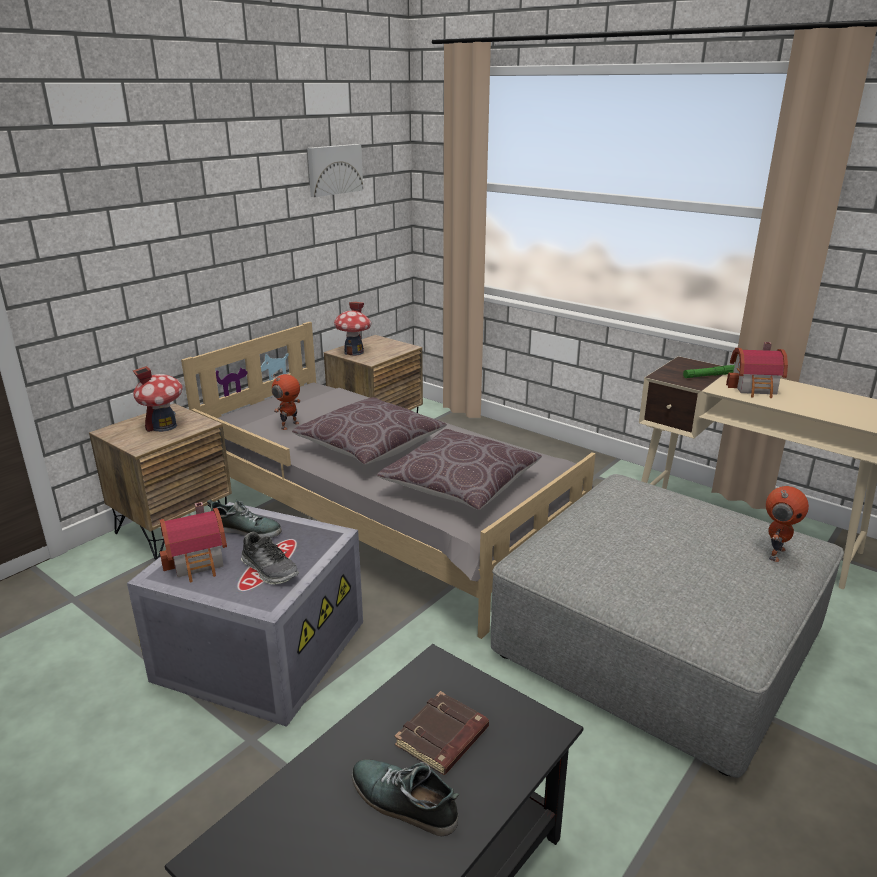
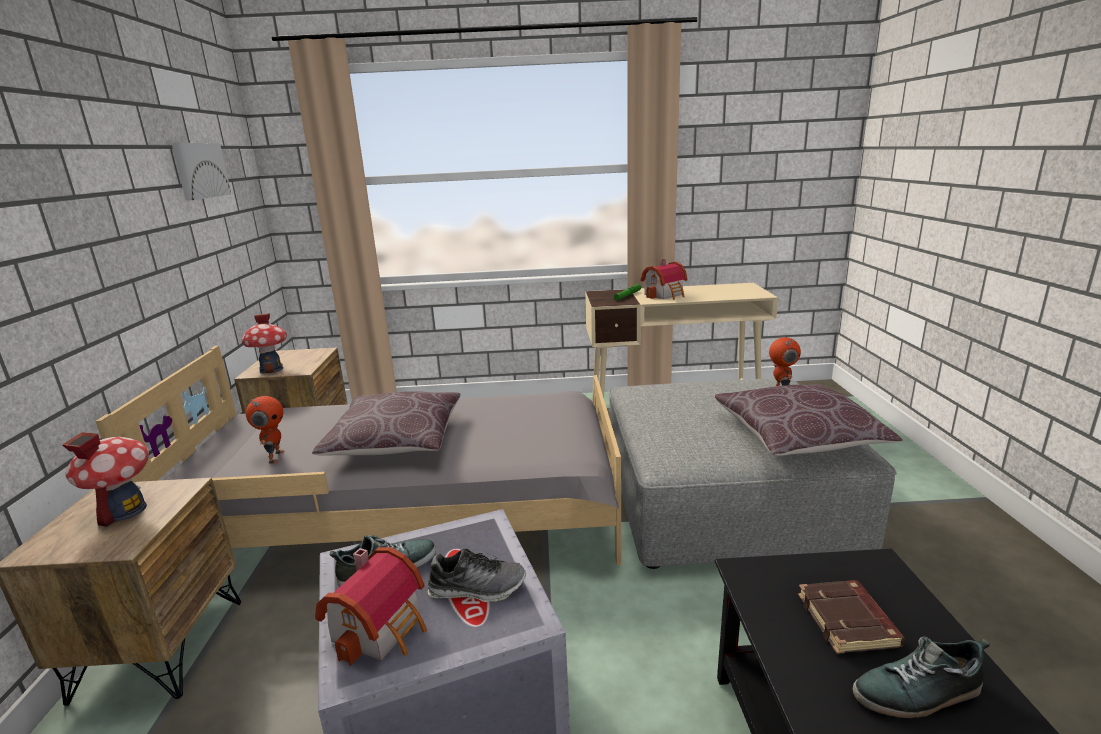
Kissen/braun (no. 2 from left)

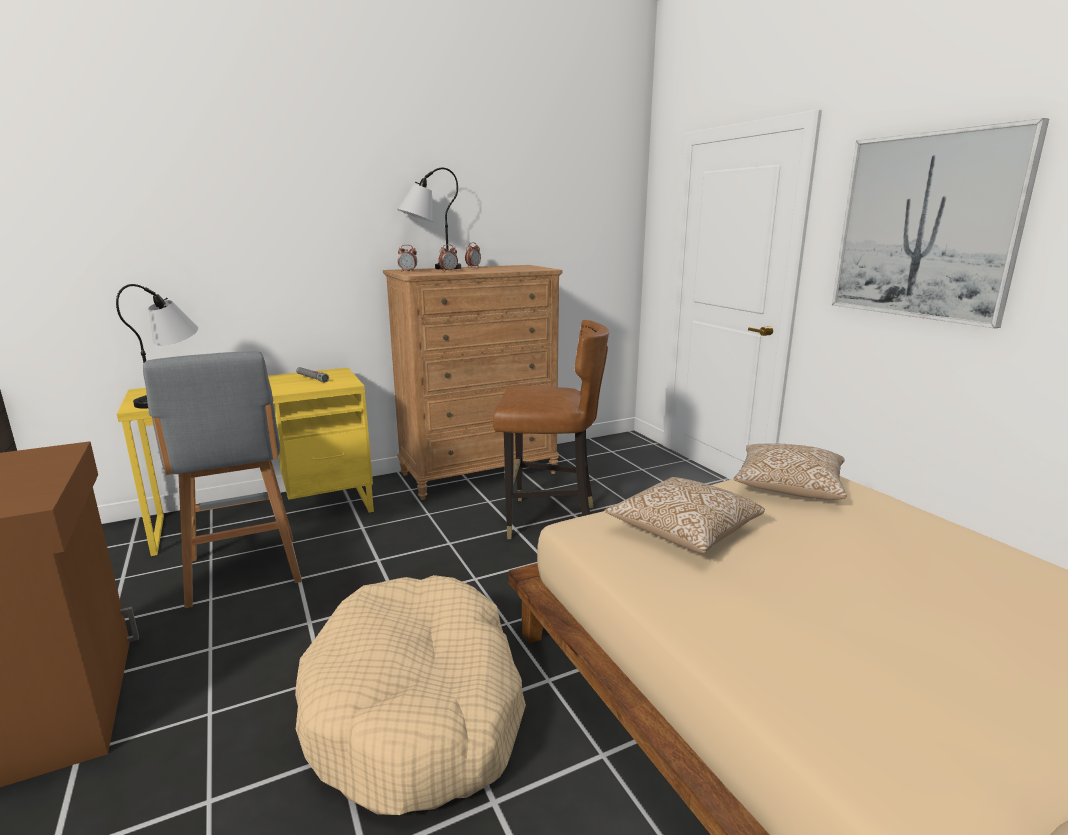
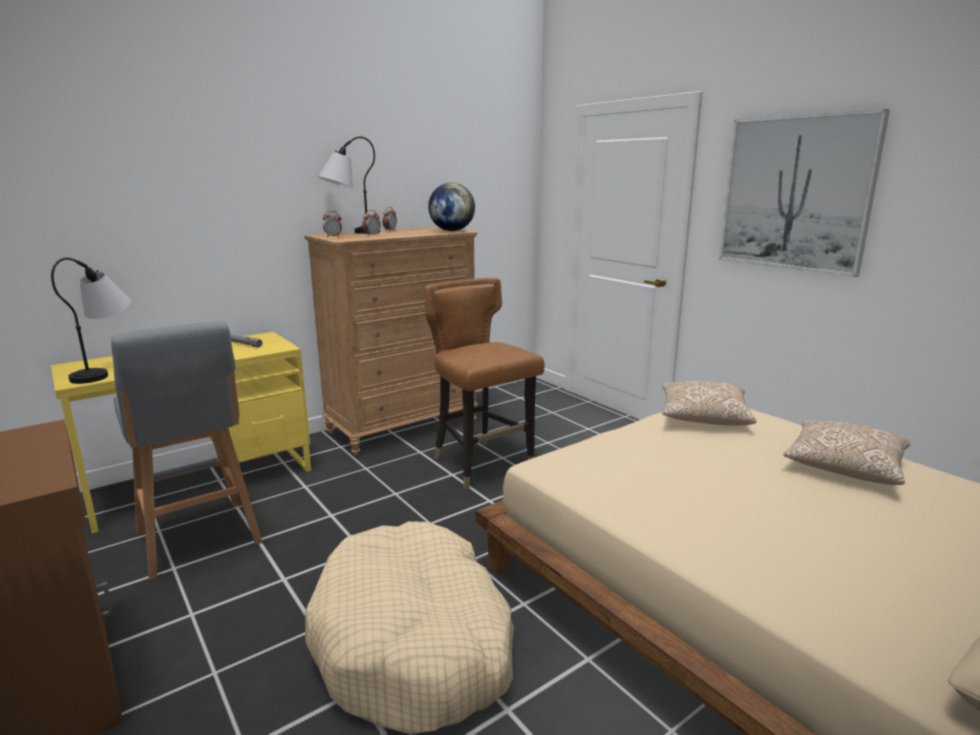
Stuhl/braun
Kissen (no. 2 from left)
Globus

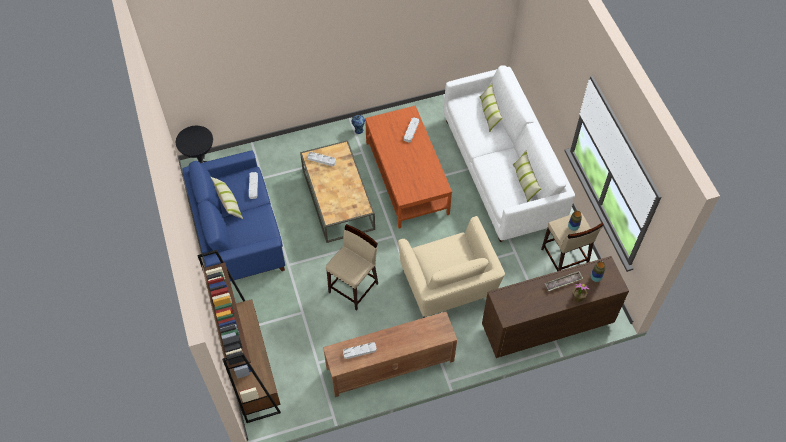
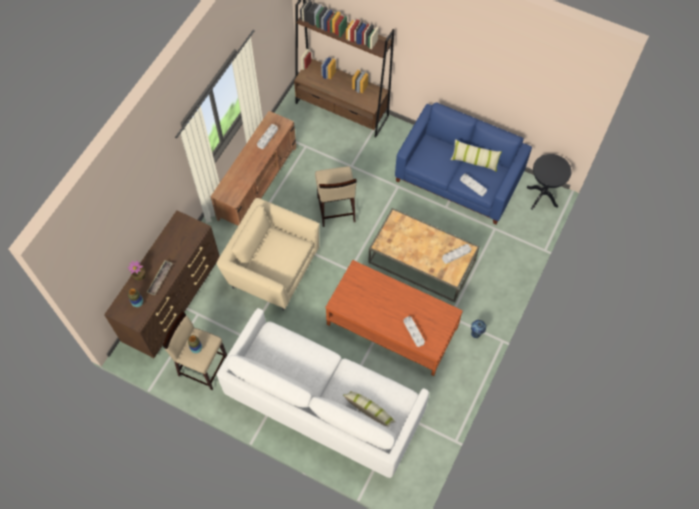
Kissen (no. 3 from left in the first image)

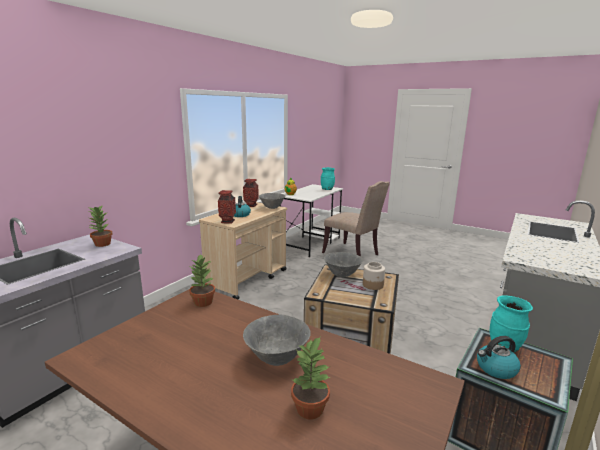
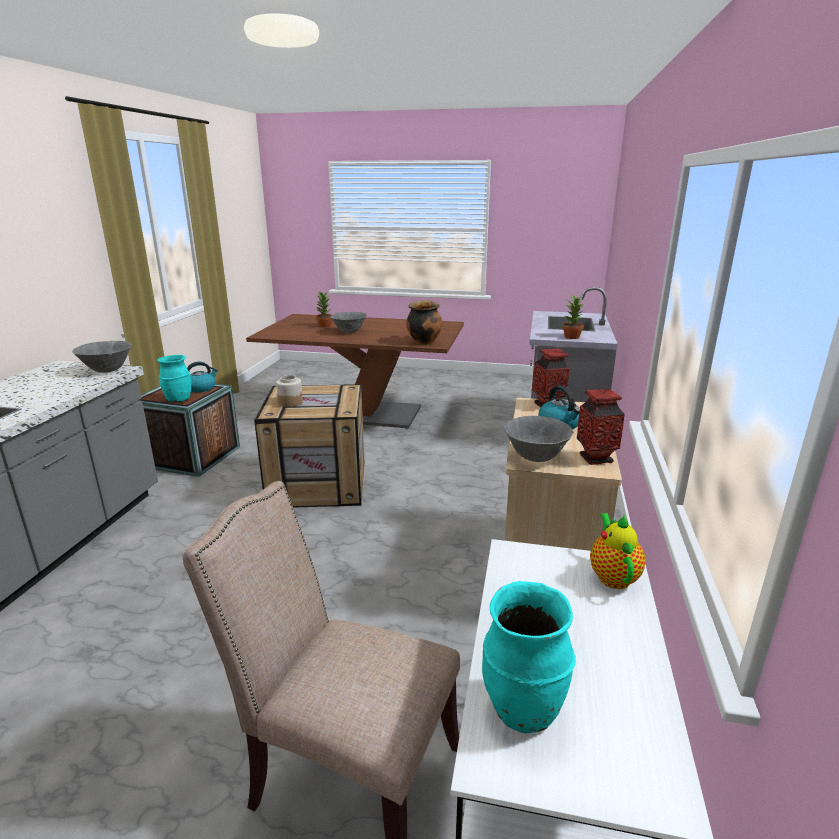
Kochtopf
Schüssel/grau (no. 1 from left)

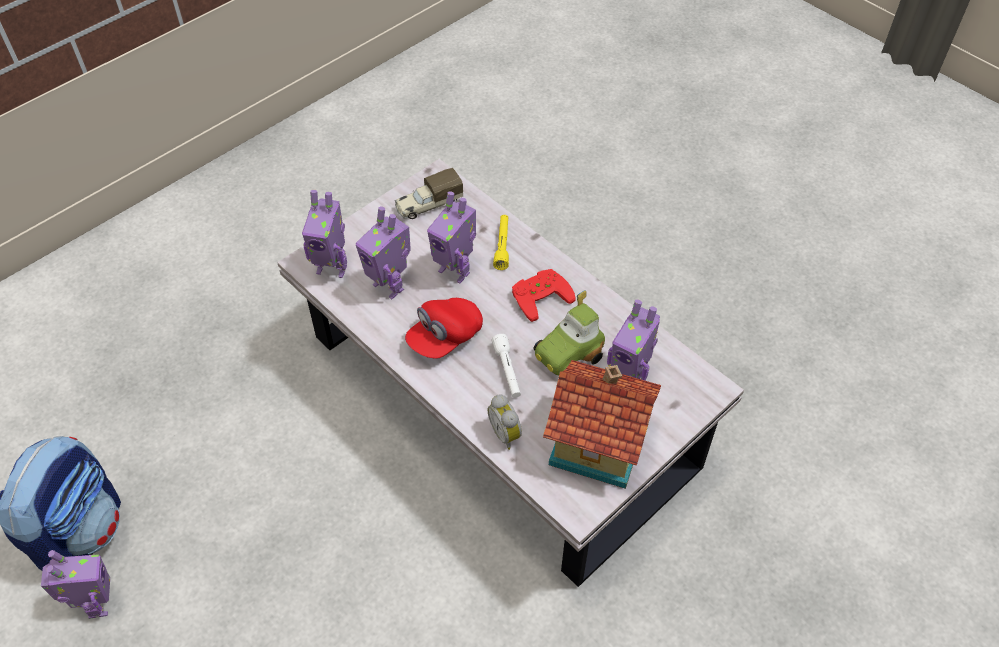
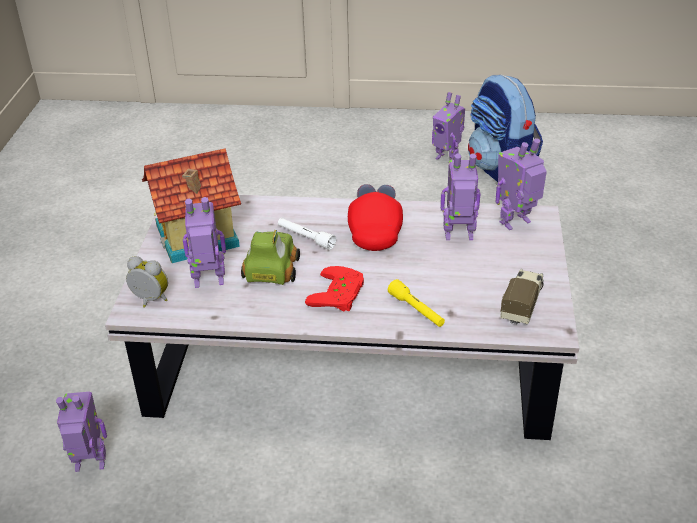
Spielzeugroboter (no. 1 from left)
Wecker

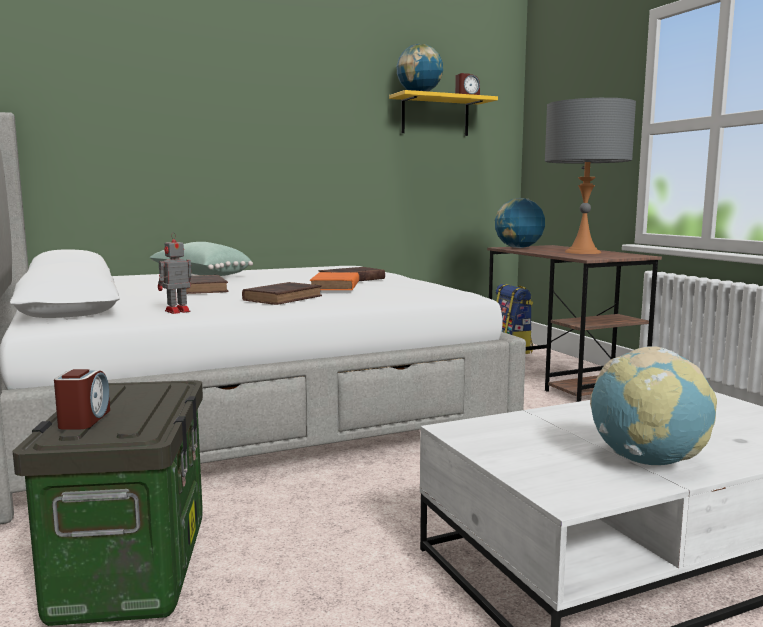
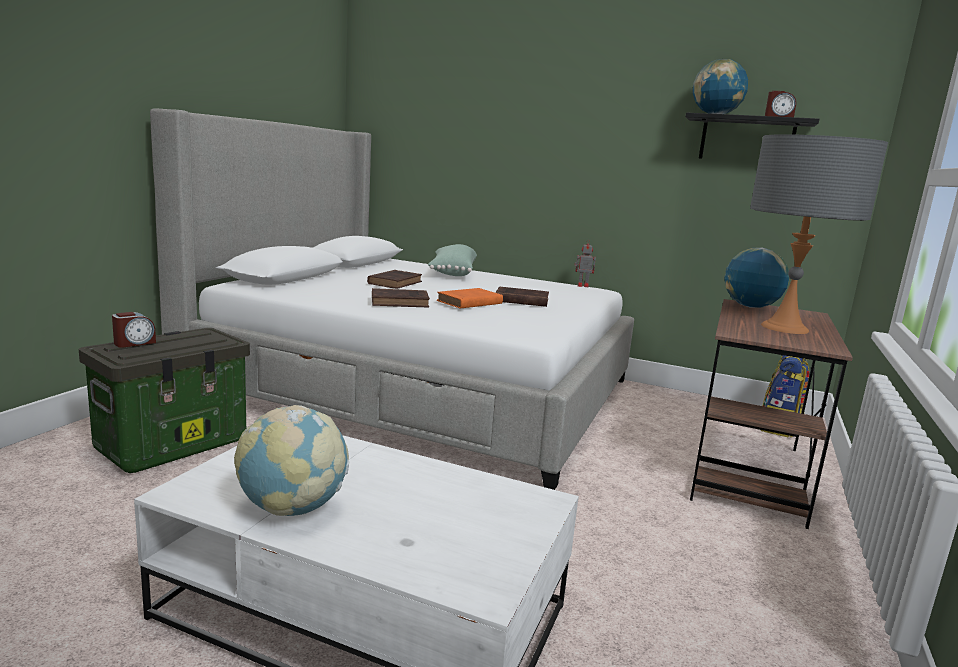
Spielzeugroboter
Wandregal/schwarz

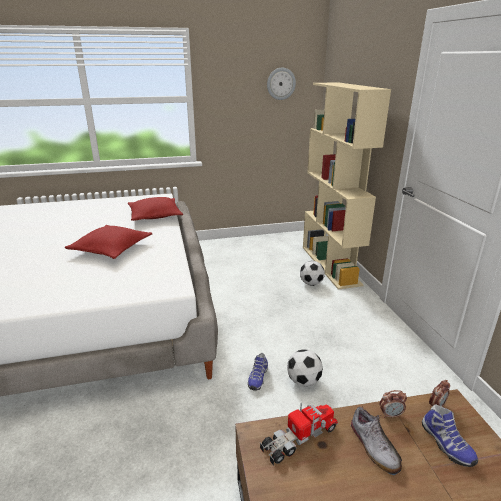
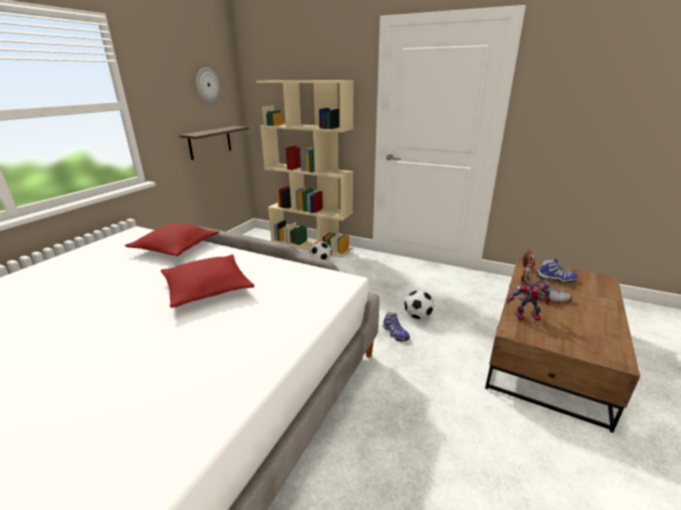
Spielzeugroboter
Wandregal

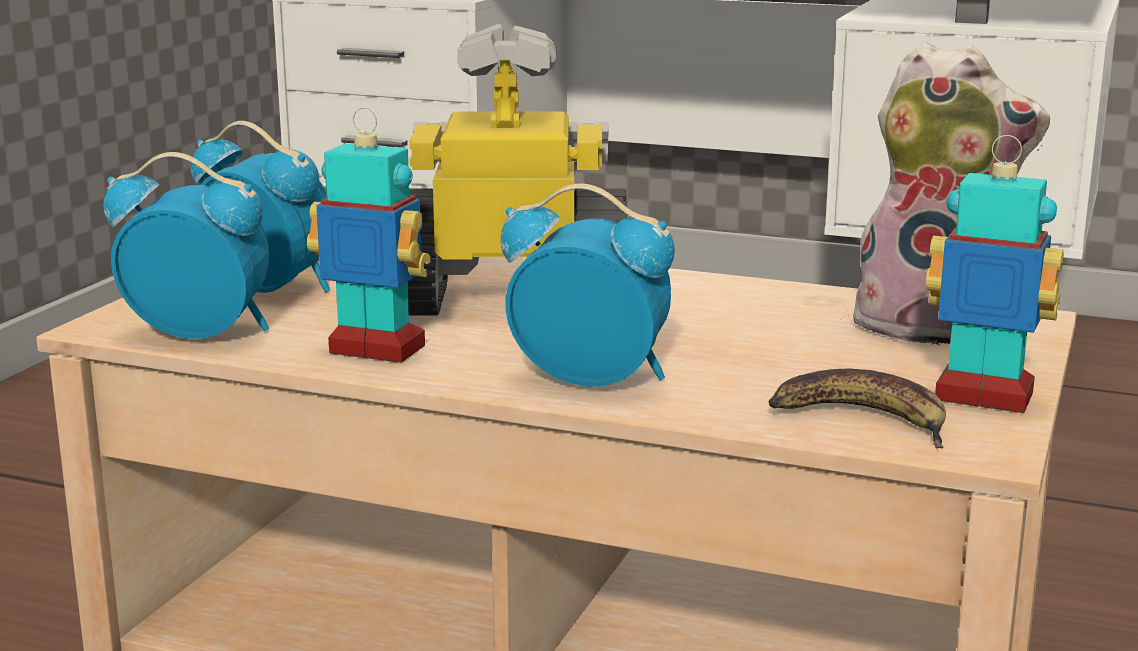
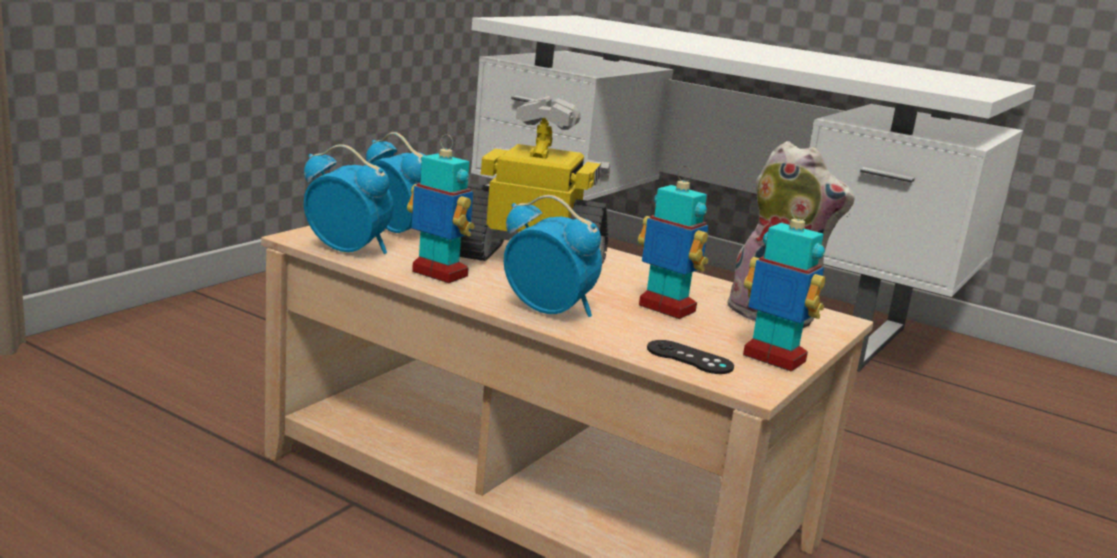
Gamepad/schwarz
Spielzeugroboter (no. 3 from left)

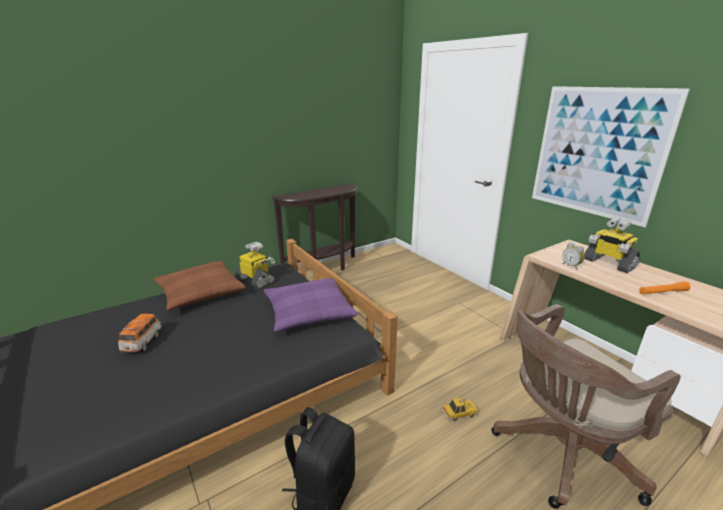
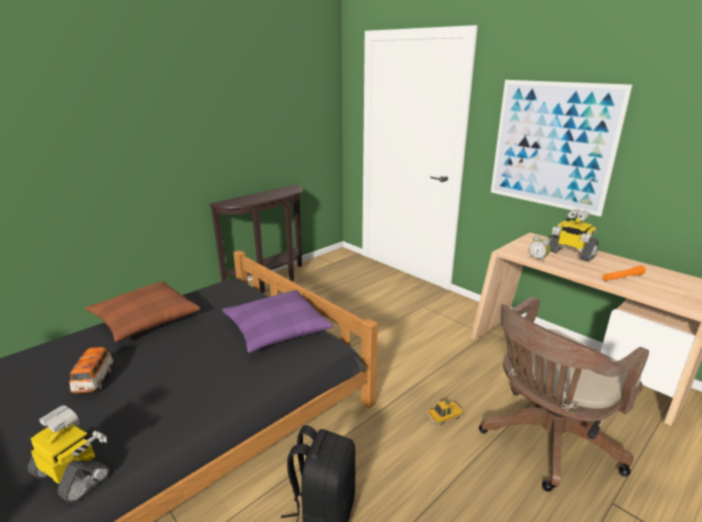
Spielzeugroboter (no. 1 from left)

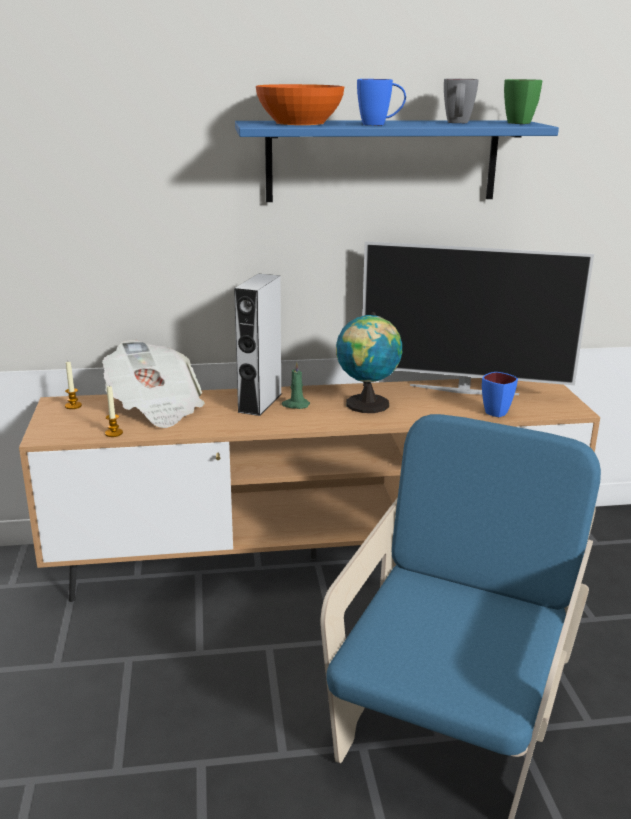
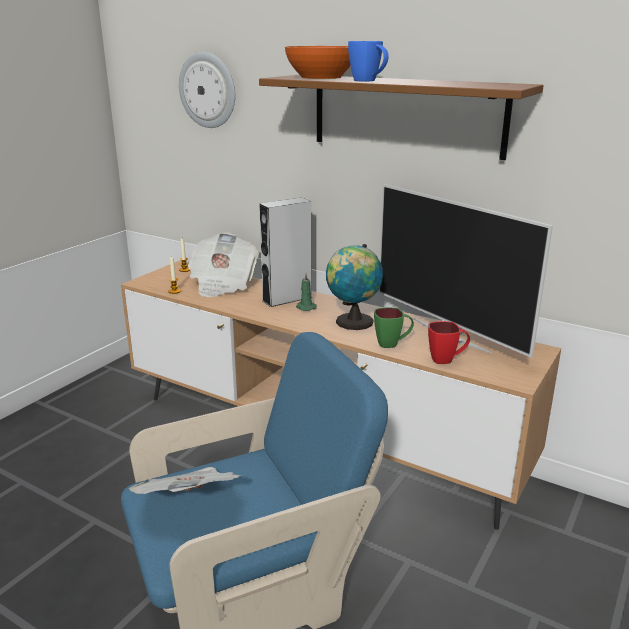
Wandregal/braun
Henkelbecher/grau
Henkelbecher/rot
Henkelbecher/grün
Zeitung (no. 1 from left)
Wanduhr

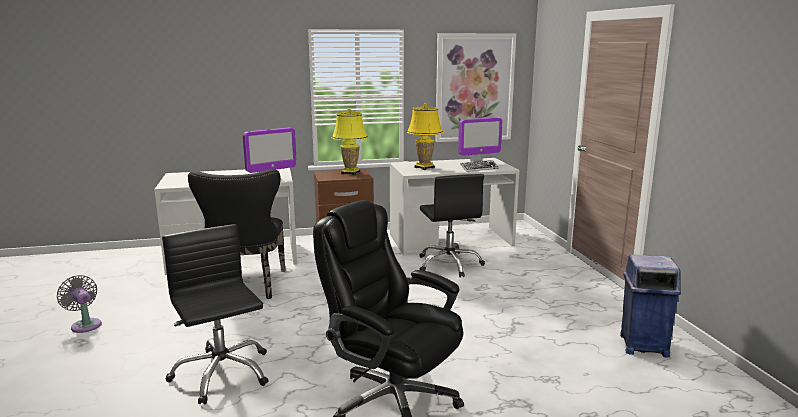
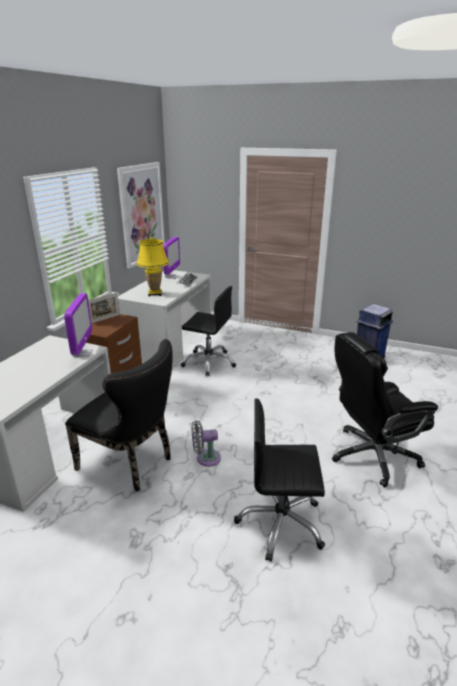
Ventilator/grau
Bilderrahmen

